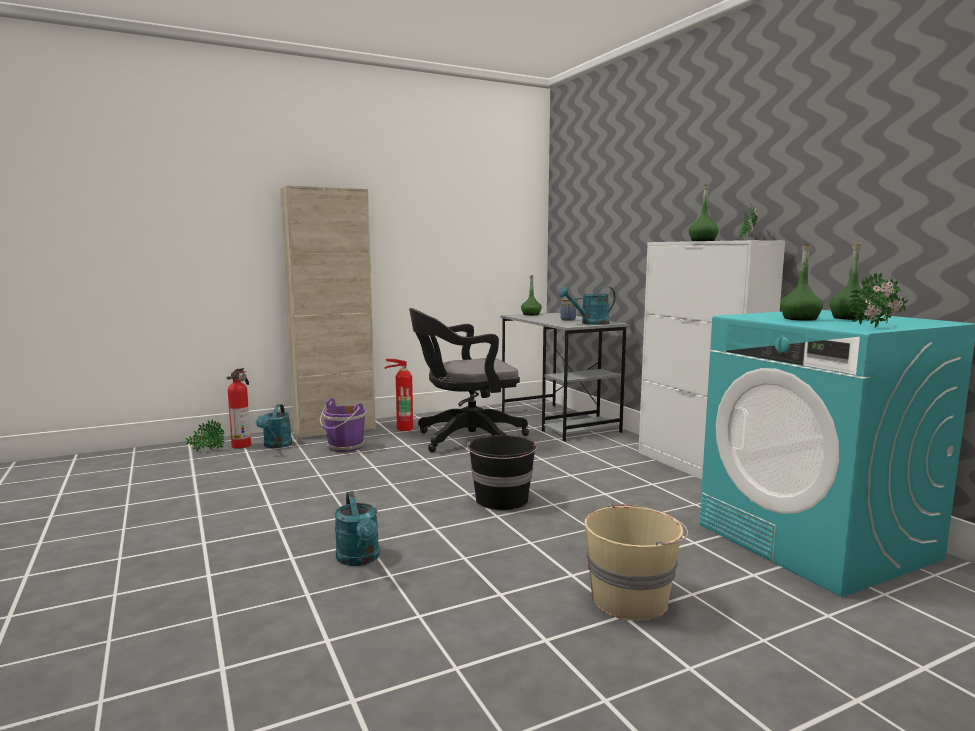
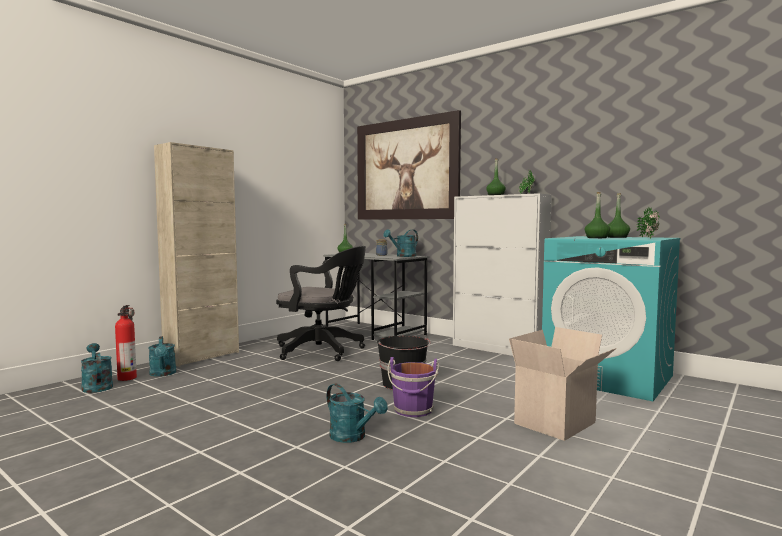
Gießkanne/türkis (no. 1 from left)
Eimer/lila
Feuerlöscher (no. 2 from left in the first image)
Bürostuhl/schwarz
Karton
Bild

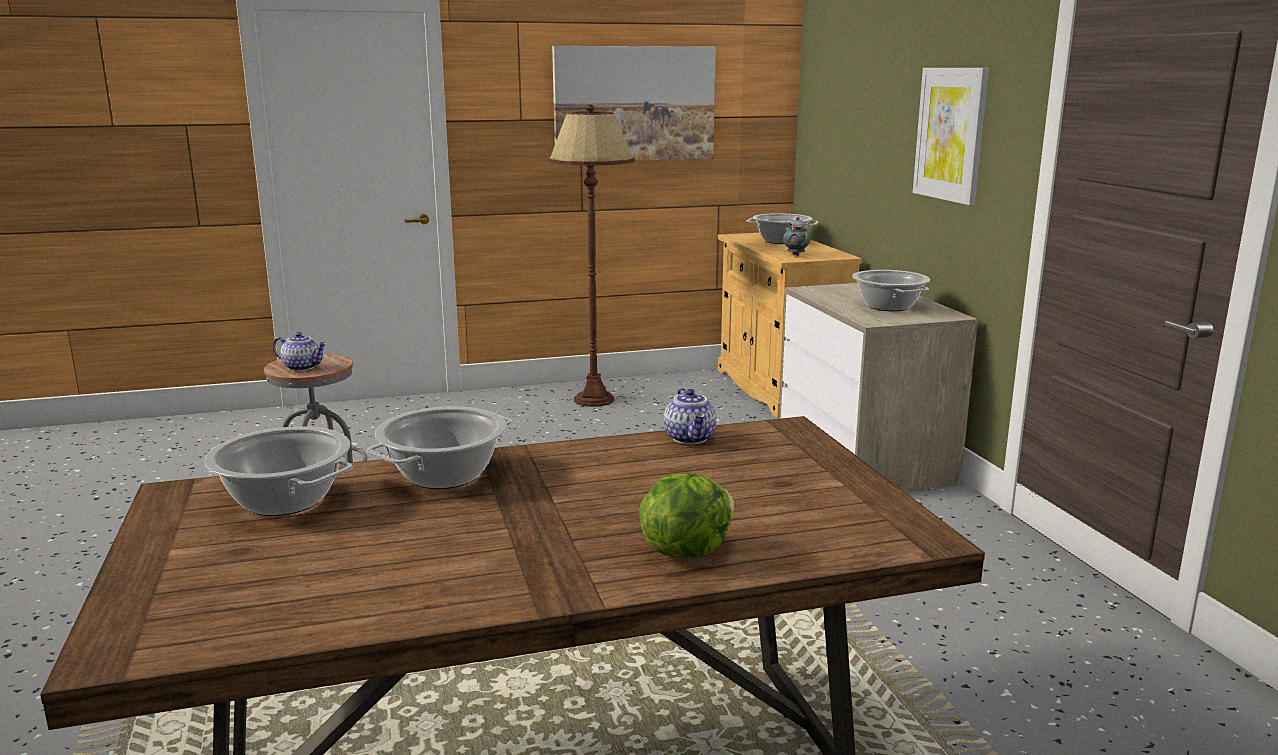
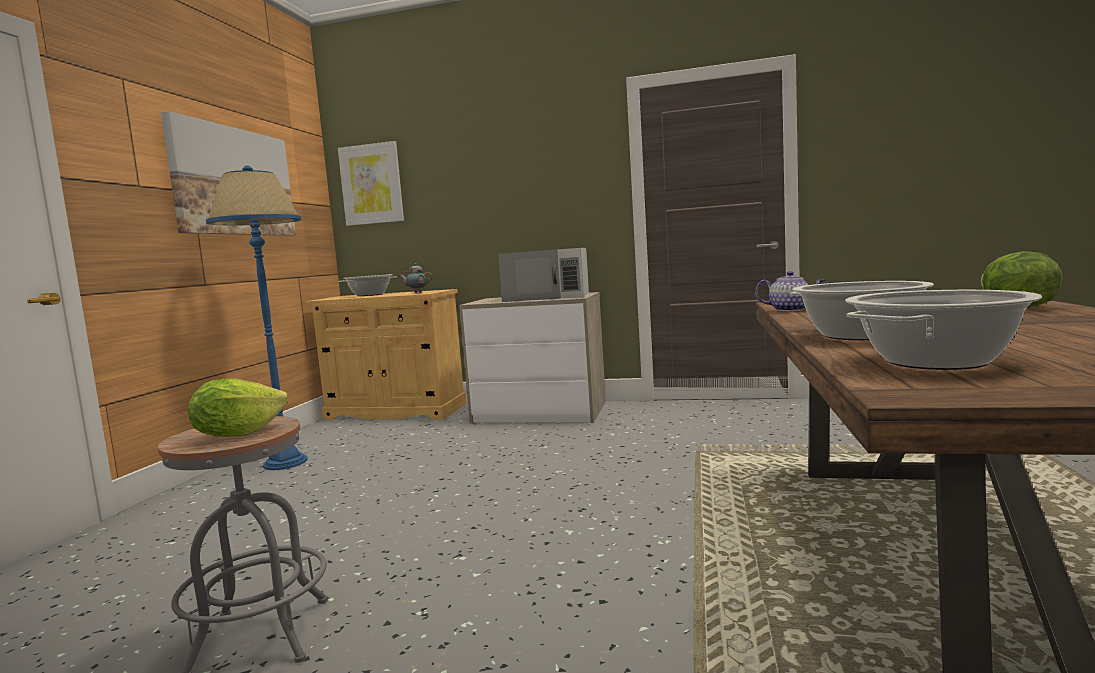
Salatkopf (no. 1 from left)
Stehlampe/blau
Mikrowelle/weiß
Bild (no. 2 from left)

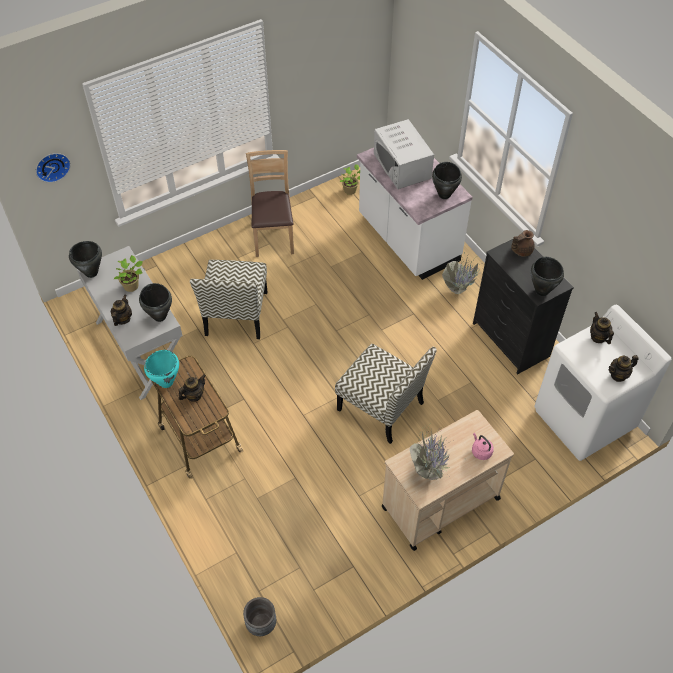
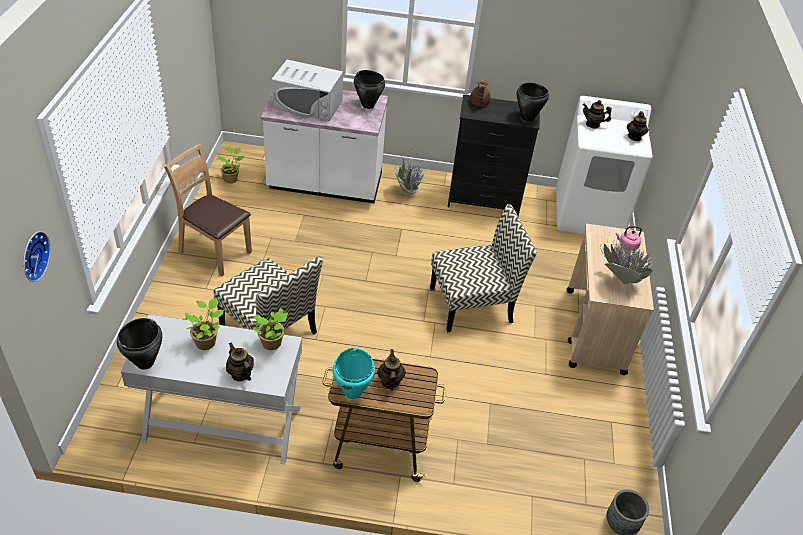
Topfpflanze (no. 3 from left)

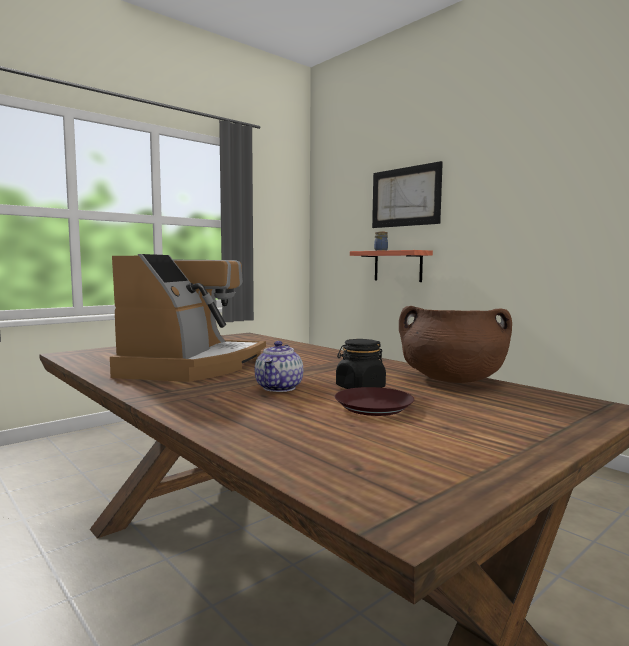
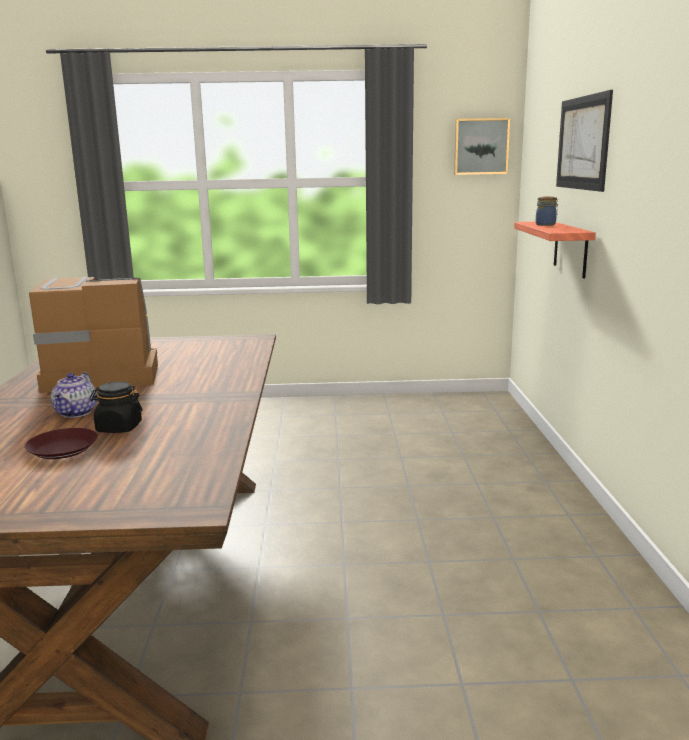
Kaffeemaschine
Teekanne
Kochtopf/braun
Bild (no. 1 from left)

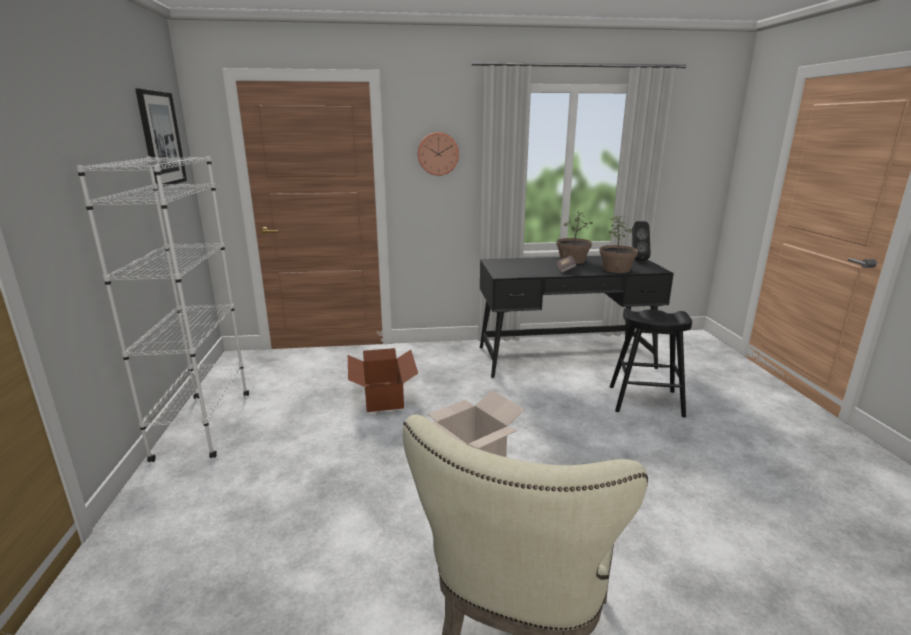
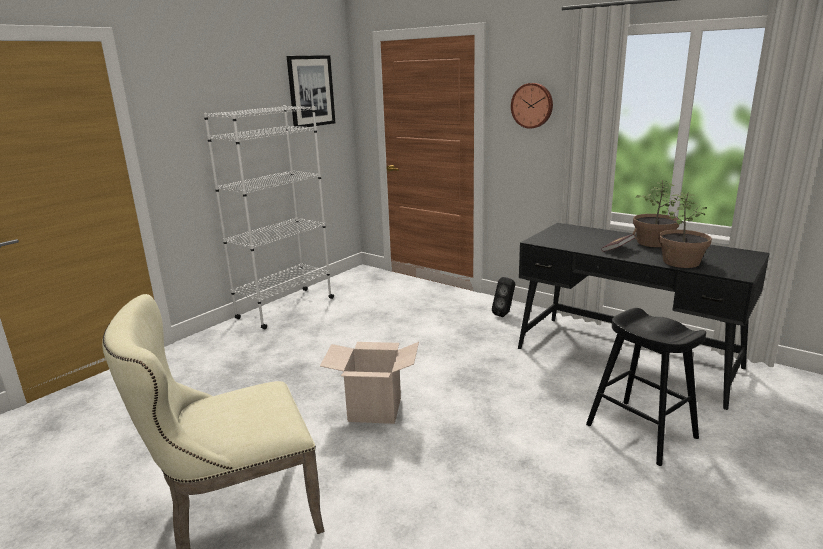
Karton (no. 1 from left in the first image)
Lautsprecher/schwarz

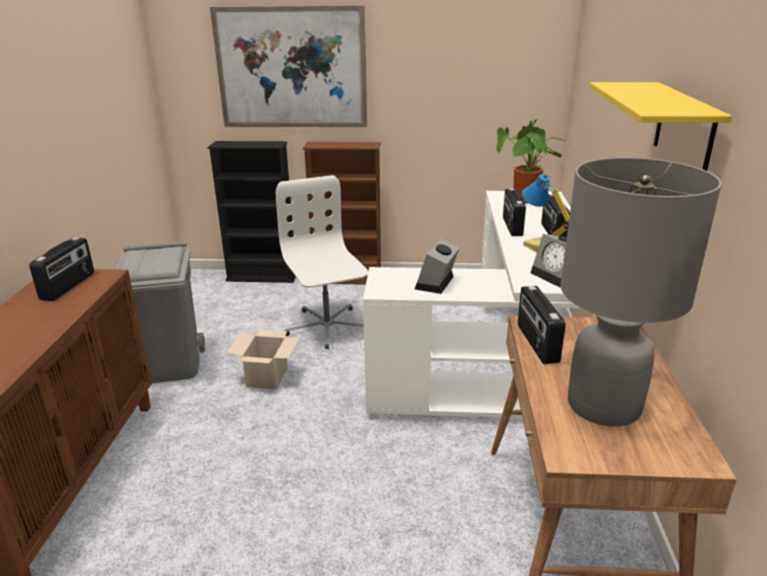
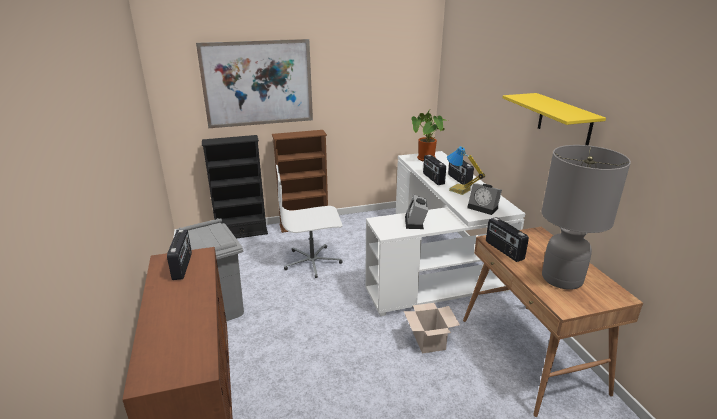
Karton
Bürostuhl/weiß

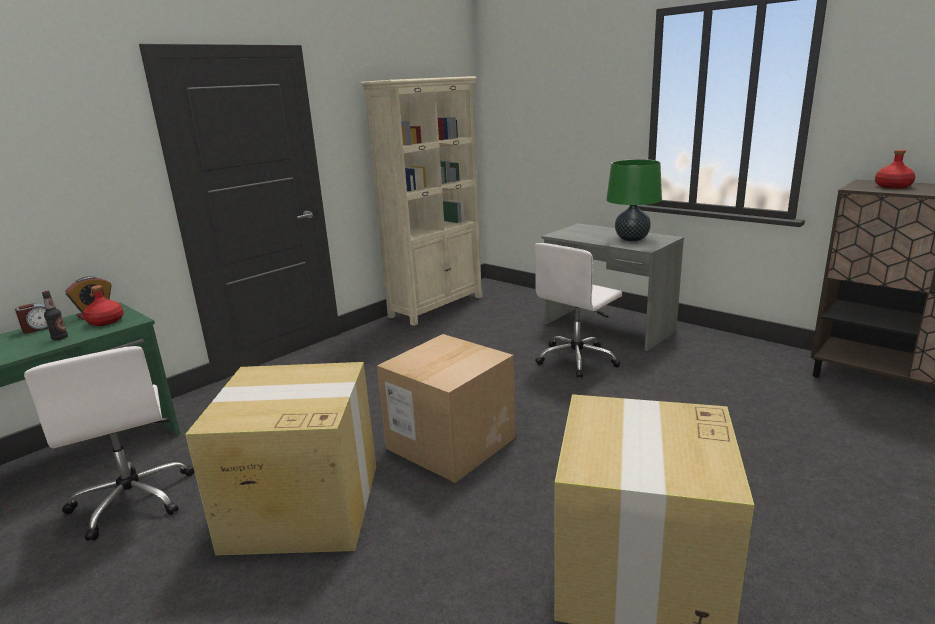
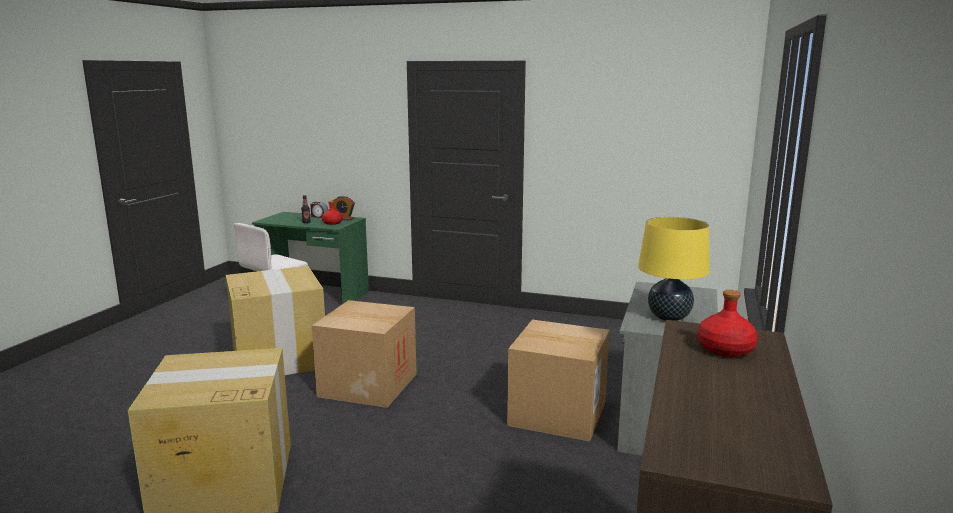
Bücherregal/beige
Karton (no. 4 from left)
Tischlampe/gelb

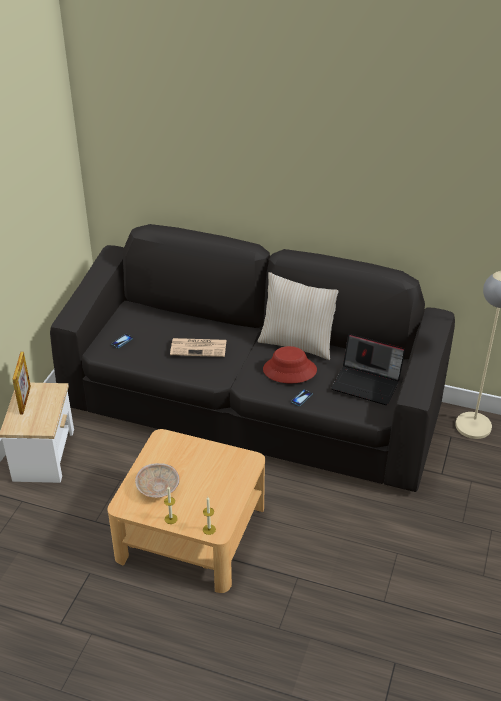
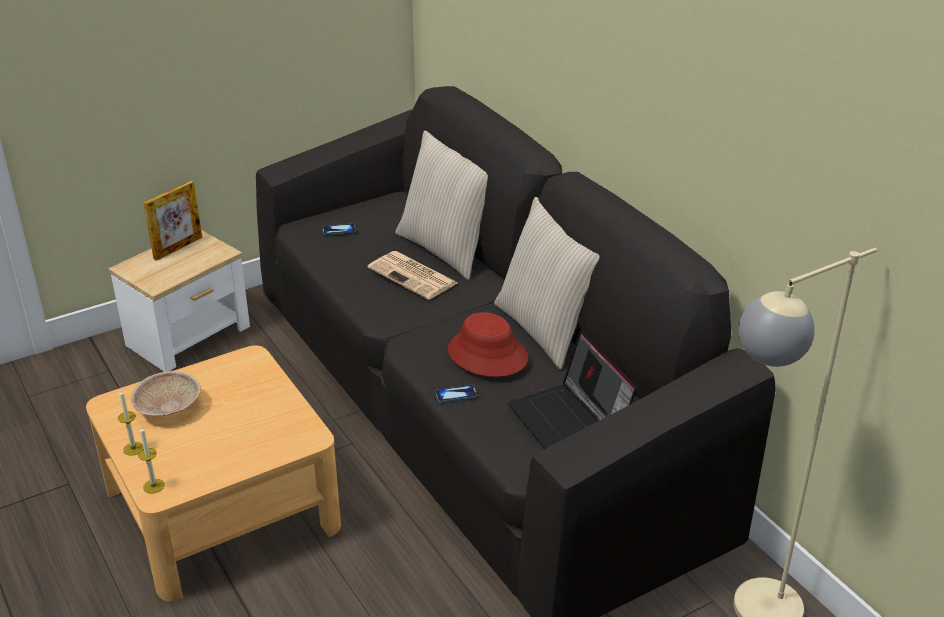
Kissen/beige (no. 1 from left)

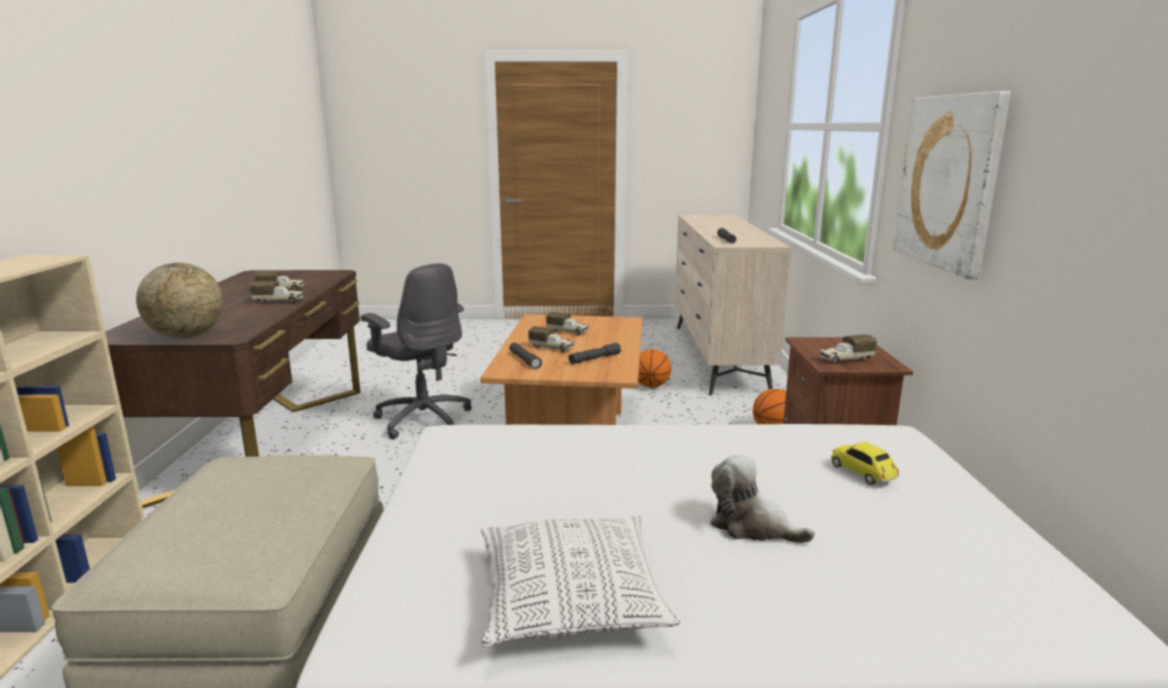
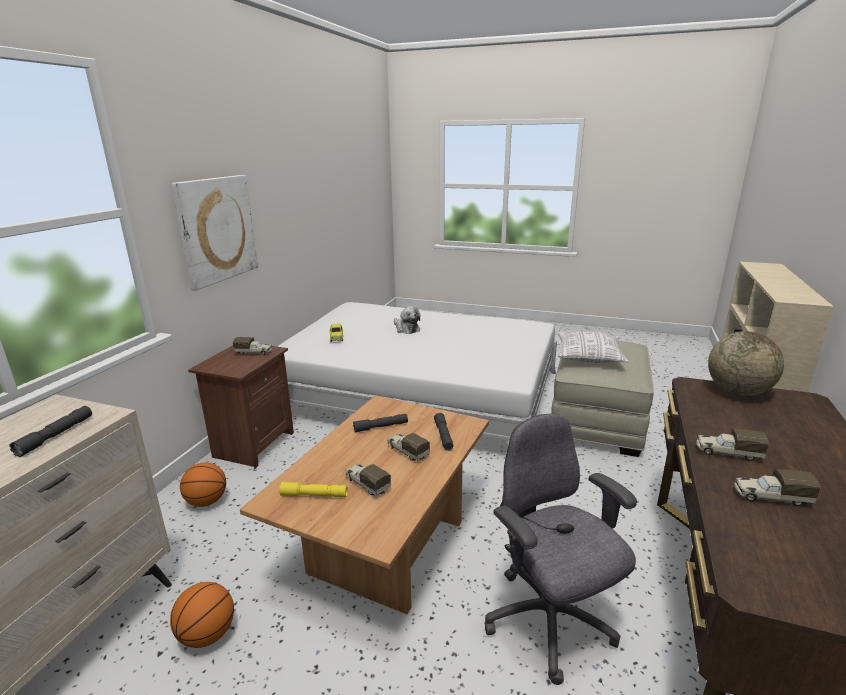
Kissen
Taschenlampe/gelb

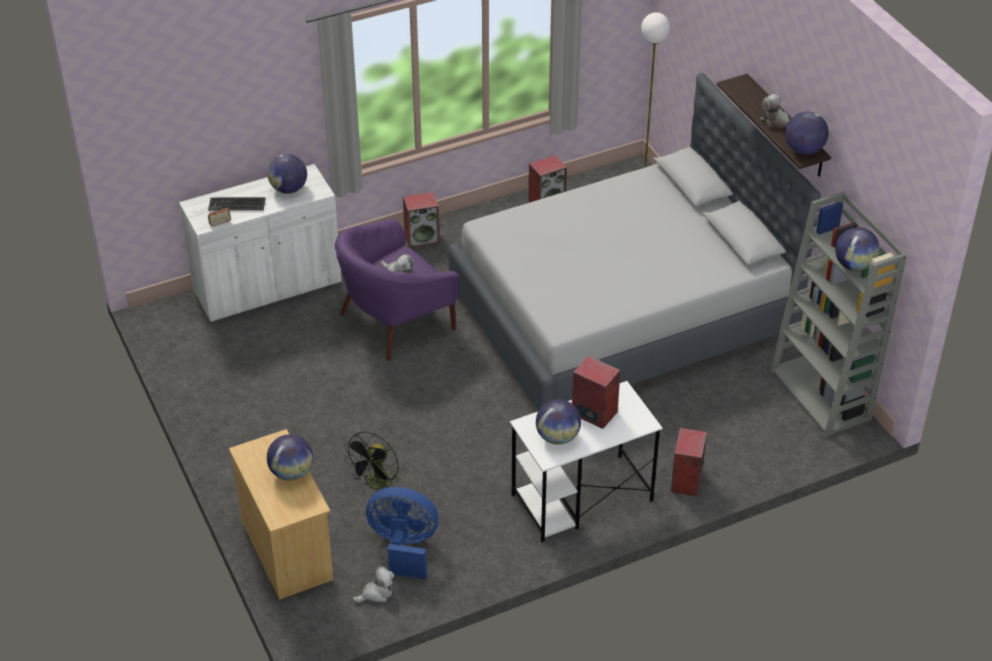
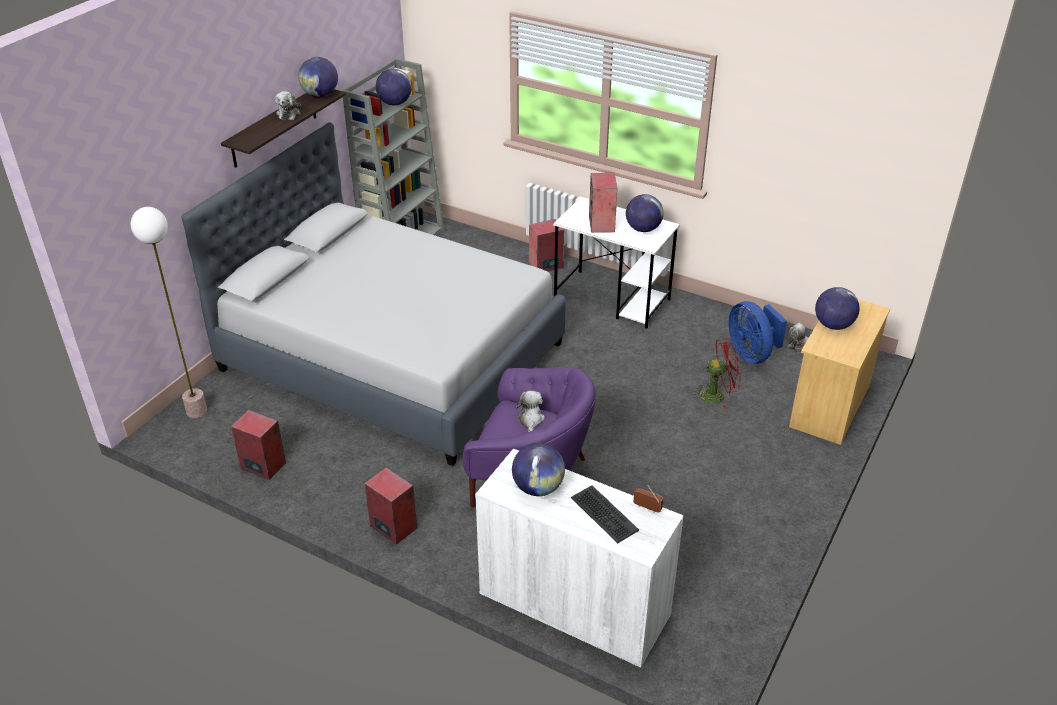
Ventilator/rot

